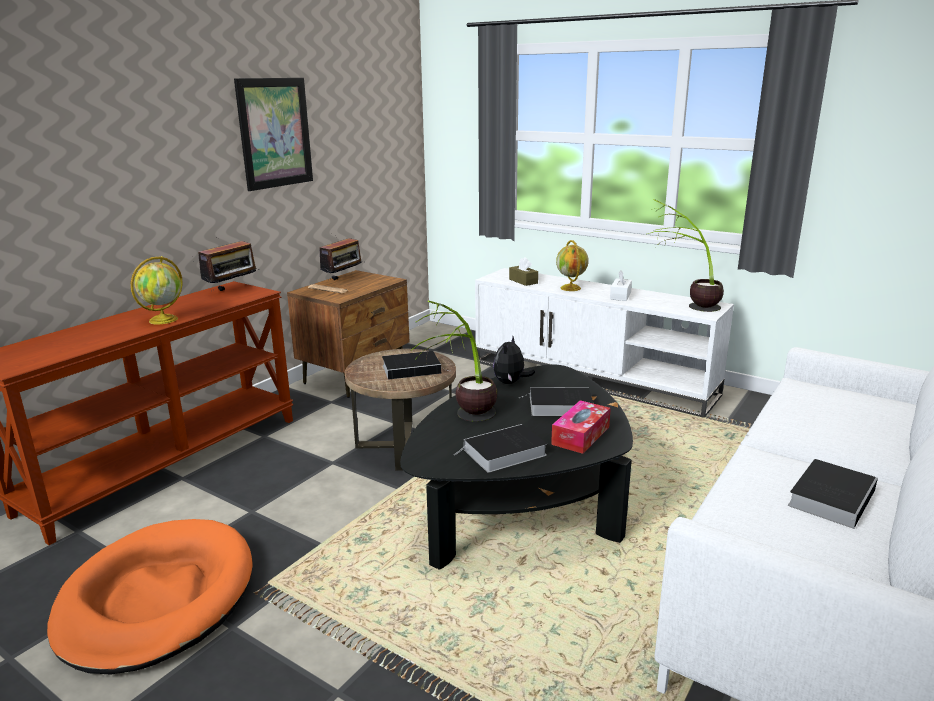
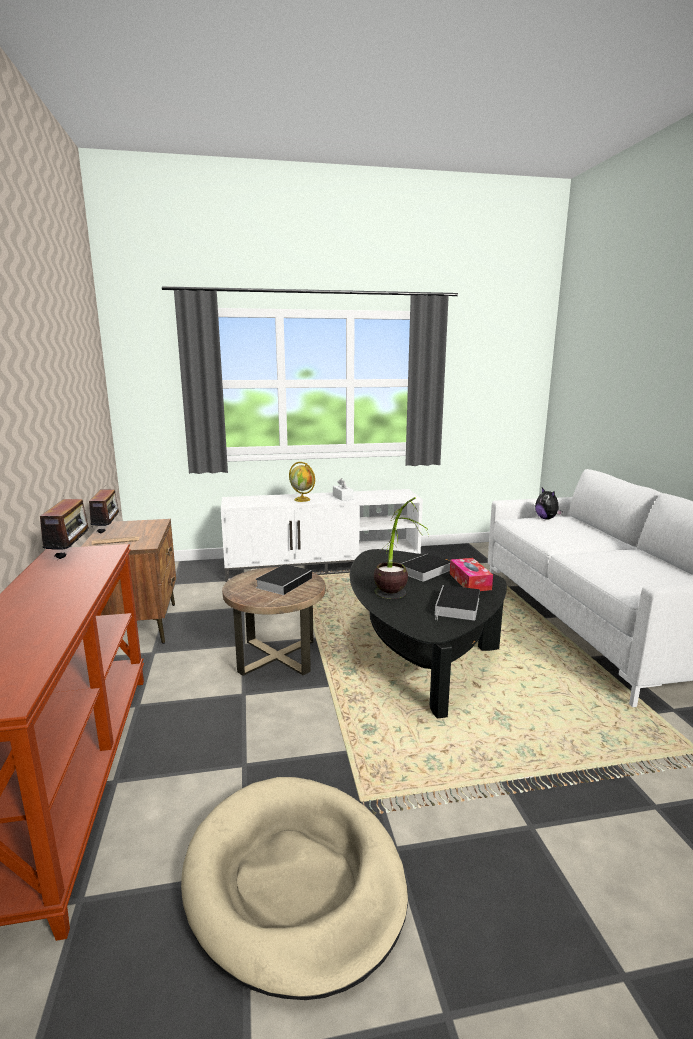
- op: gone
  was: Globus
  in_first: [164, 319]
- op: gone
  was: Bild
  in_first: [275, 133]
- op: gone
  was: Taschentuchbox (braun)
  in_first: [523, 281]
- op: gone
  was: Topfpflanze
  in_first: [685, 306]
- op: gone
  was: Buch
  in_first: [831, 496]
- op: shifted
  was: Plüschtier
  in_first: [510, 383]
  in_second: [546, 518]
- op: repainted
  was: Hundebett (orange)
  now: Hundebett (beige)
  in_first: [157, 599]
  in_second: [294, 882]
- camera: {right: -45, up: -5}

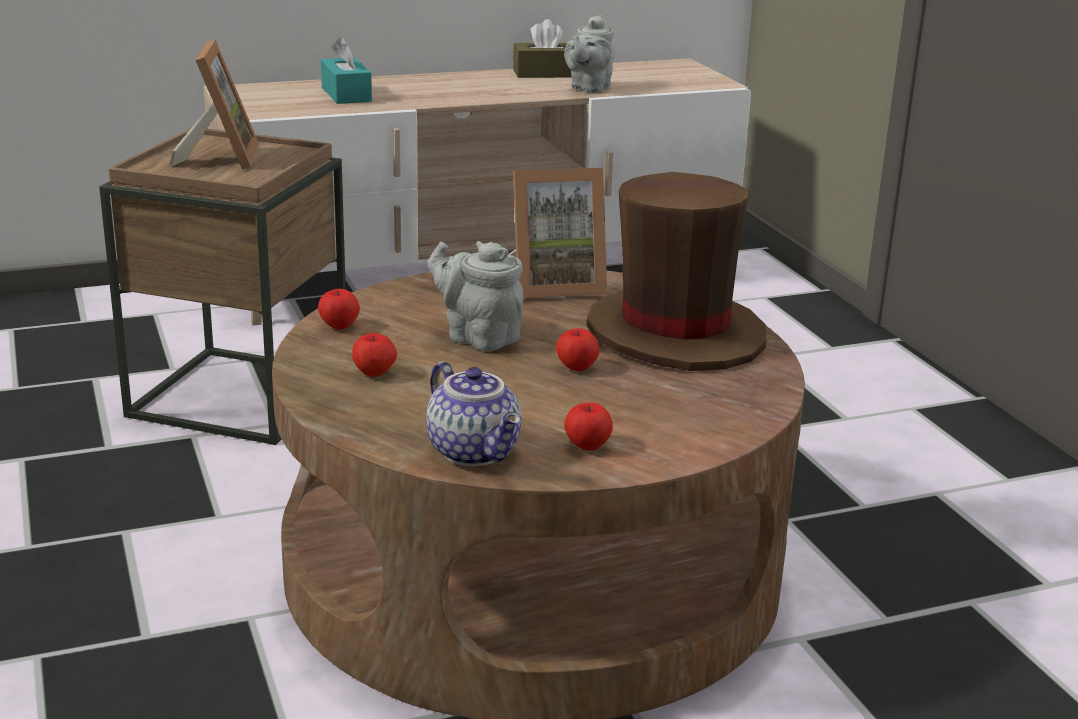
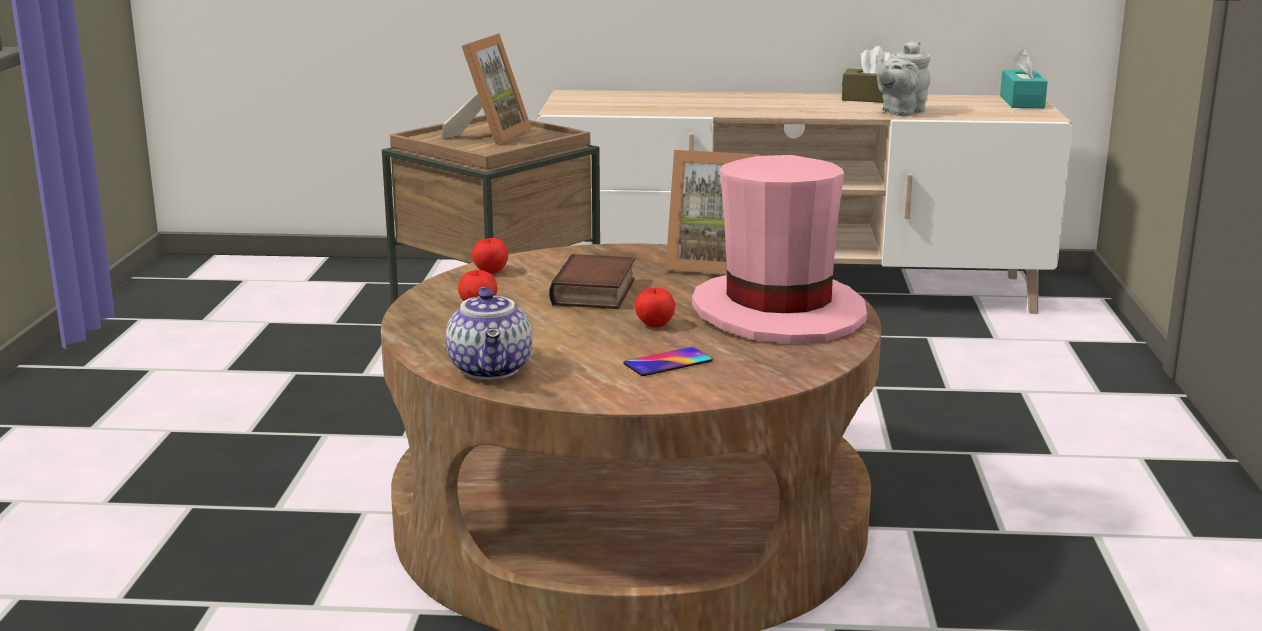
- op: gone
  was: Apfel
  in_first: [587, 445]
- op: new
  now: Handy
  in_second: [668, 363]
- op: shifted
  was: Taschentuchbox (türkis)
  in_first: [346, 94]
  in_second: [1022, 102]
- op: swapped
  was: Teekanne (grau)
  now: Buch
  in_first: [478, 337]
  in_second: [596, 293]
- op: repainted
  was: Hut (braun)
  now: Hut (rosa)
  in_first: [675, 334]
  in_second: [779, 312]
- camera: {right: 25, up: -5}

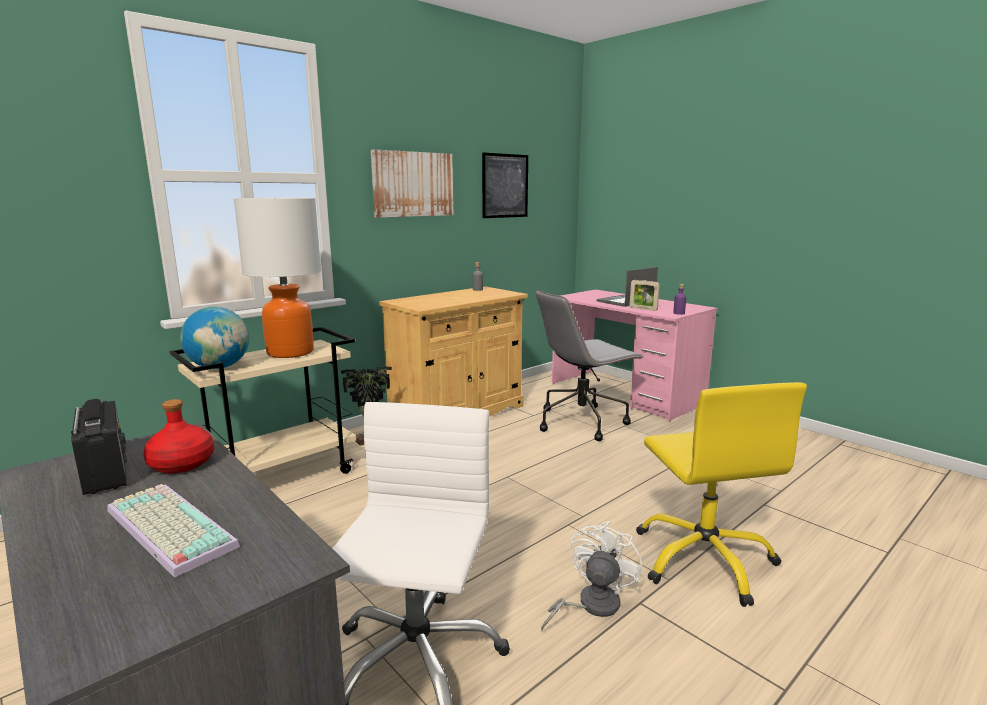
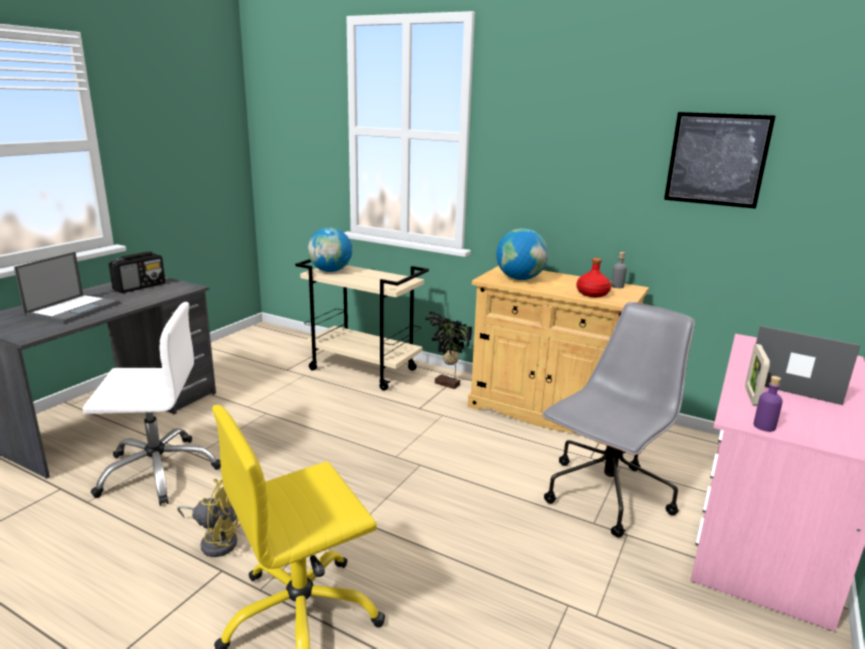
- op: gone
  was: Tischlampe
  in_first: [290, 352]
- op: gone
  was: Bild
  in_first: [413, 184]
- op: new
  now: Globus
  in_second: [520, 279]
- op: shifted
  was: Flasche (rot)
  in_first: [182, 464]
  in_second: [592, 294]
- op: swapped
  was: Tastatur
  now: Laptop
  in_first: [165, 528]
  in_second: [74, 309]
- op: repainted
  was: Ventilator (weiß)
  now: Ventilator (gelb)
  in_first: [590, 605]
  in_second: [216, 540]
- op: rotated
  was: Bürostuhl (grau)
  in_first: [582, 421]
  in_second: [606, 496]
  clockwise: 90
- camera: {right: 70, up: 5}

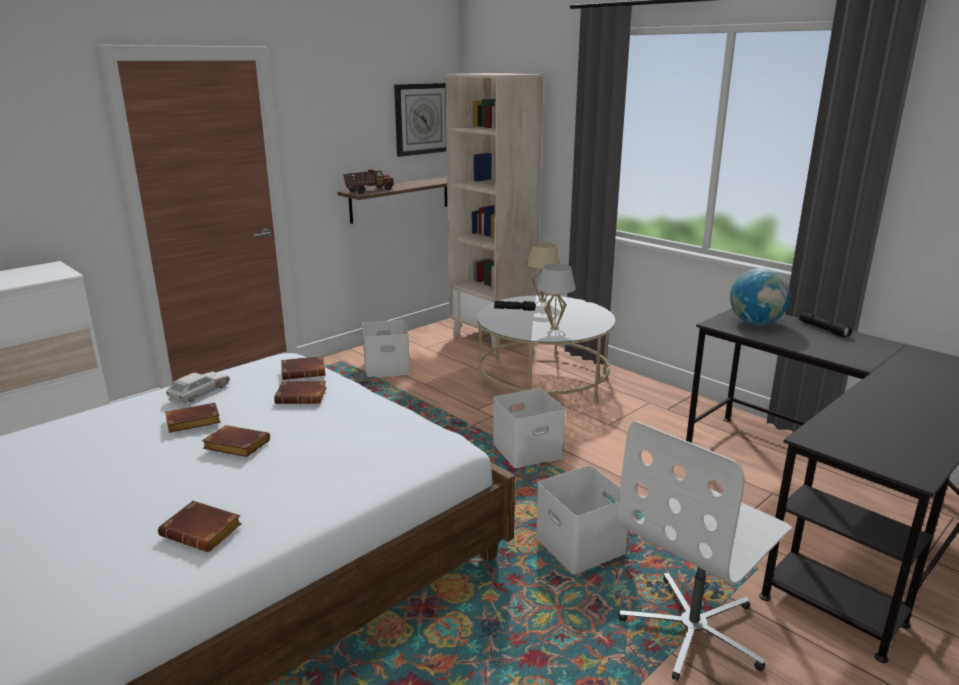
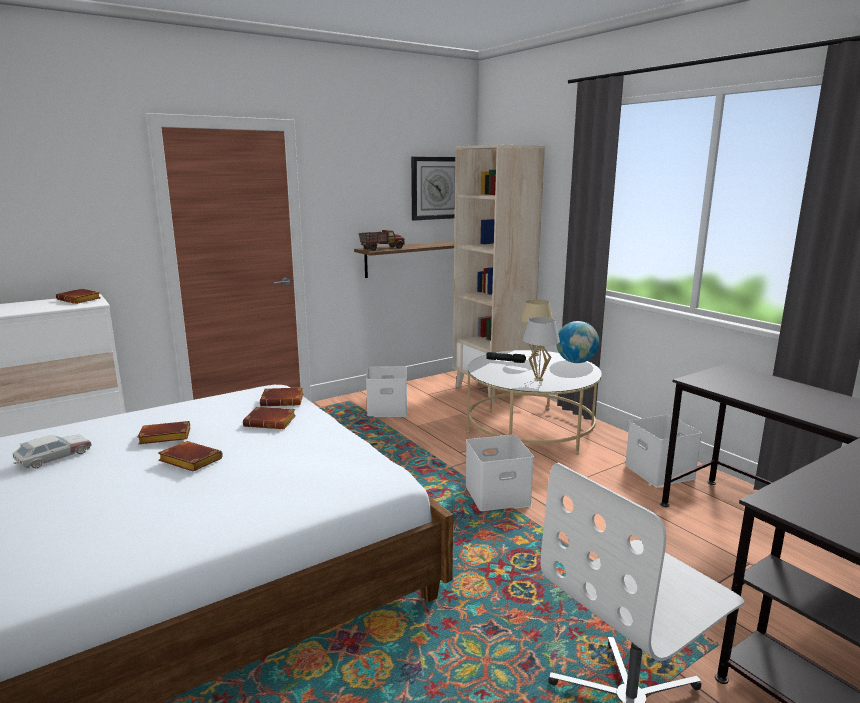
- op: gone
  was: Taschenlampe (schwarz)
  in_first: [824, 329]
- op: shifted
  was: Buch (braun)
  in_first: [204, 531]
  in_second: [81, 300]
- op: shifted
  was: Spielzeugauto
  in_first: [199, 393]
  in_second: [53, 457]
- op: shifted
  was: Aufbewahrungsbox (weiß)
  in_first: [578, 546]
  in_second: [657, 471]
- op: shifted
  was: Globus
  in_first: [755, 323]
  in_second: [576, 362]
- camera: {right: 10, up: -5}

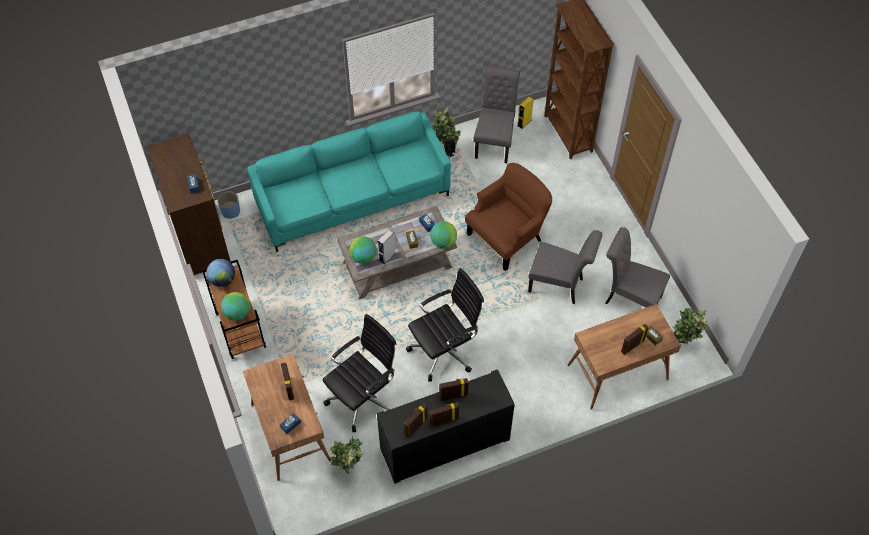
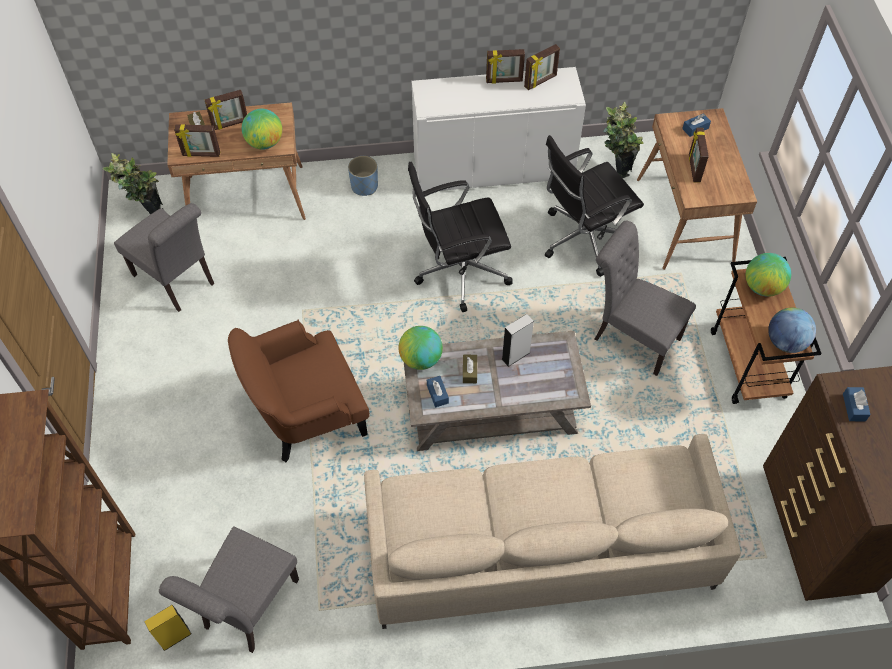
- op: gone
  was: Topfpflanze
  in_first: [446, 149]
- op: shifted
  was: Pflanzkübel (blau)
  in_first: [230, 211]
  in_second: [364, 186]
- op: shifted
  was: Globus
  in_first: [363, 257]
  in_second: [265, 143]
- op: shifted
  was: Bilderrahmen
  in_first: [453, 395]
  in_second: [201, 154]
- op: shifted
  was: Stuhl (grau)
  in_first: [559, 286]
  in_second: [631, 337]
- op: repainted
  was: Sofa (türkis)
  now: Sofa (beige)
  in_first: [352, 198]
  in_second: [539, 549]
- op: repainted
  was: Schrank (schwarz)
  now: Schrank (weiß)
  in_first: [445, 444]
  in_second: [493, 168]
- camera: {right: -165, up: 0}

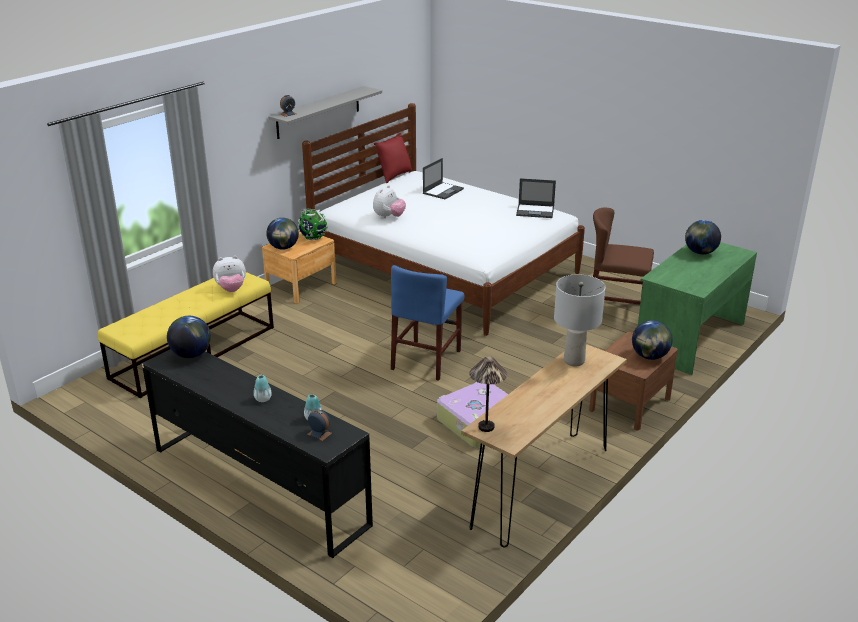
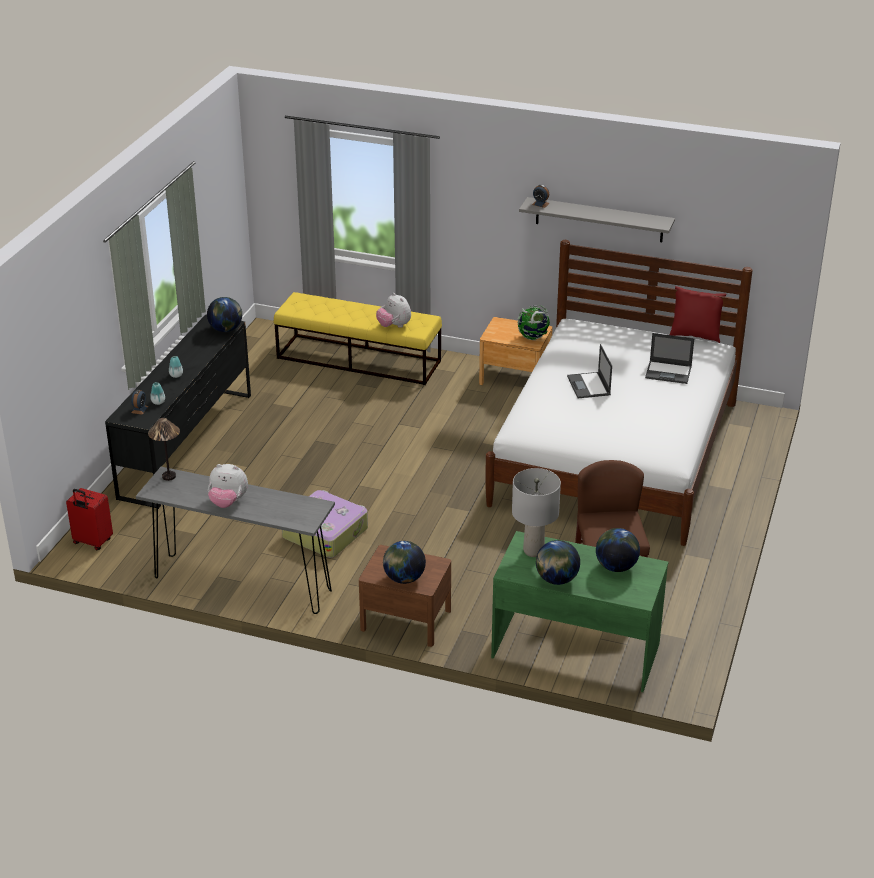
- op: gone
  was: Stuhl (blau)
  in_first: [426, 360]
- op: new
  now: Koffer (rot)
  in_second: [92, 542]
- op: shifted
  was: Globus
  in_first: [283, 248]
  in_second: [556, 579]
- op: shifted
  was: Plüschtier
  in_first: [389, 217]
  in_second: [228, 502]
- op: shifted
  was: Laptop
  in_first: [535, 211]
  in_second: [589, 386]
- op: shifted
  was: Tischlampe (grau)
  in_first: [574, 361]
  in_second: [533, 551]
- op: repainted
  was: Konsolentisch (braun)
  now: Konsolentisch (grau)
  in_first: [542, 487]
  in_second: [242, 584]
- camera: {right: 70, up: 5}

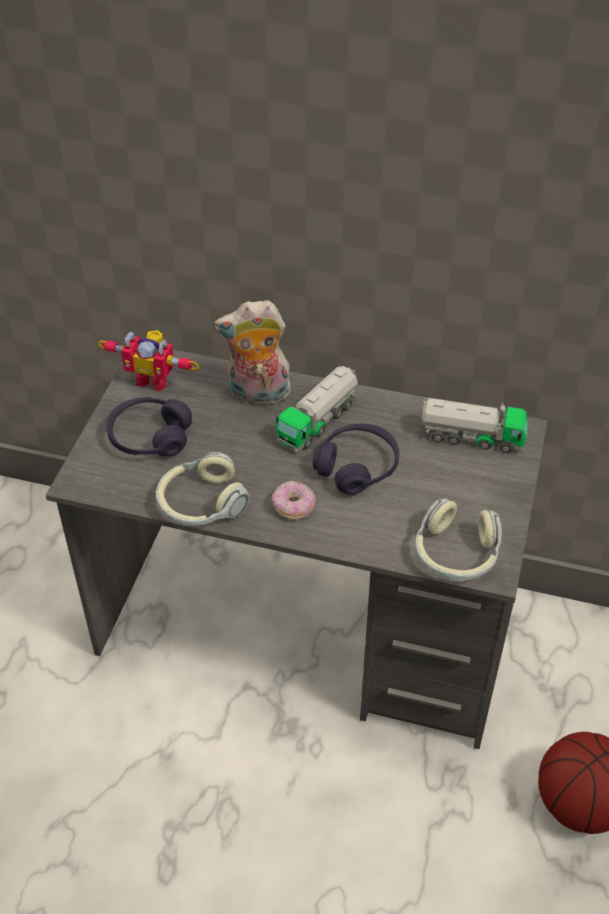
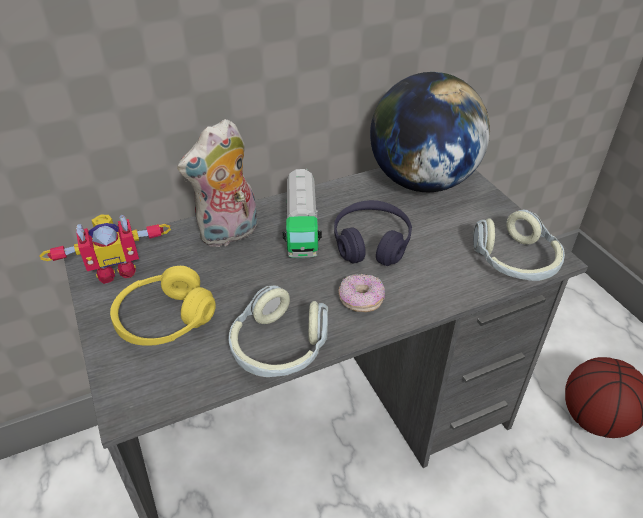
- op: swapped
  was: Spielzeuglaster
  now: Globus
  in_first: [471, 437]
  in_second: [422, 182]
- op: repainted
  was: Kopfhörer (lila)
  now: Kopfhörer (gelb)
  in_first: [150, 437]
  in_second: [165, 320]
- camera: {right: -40, up: -5}

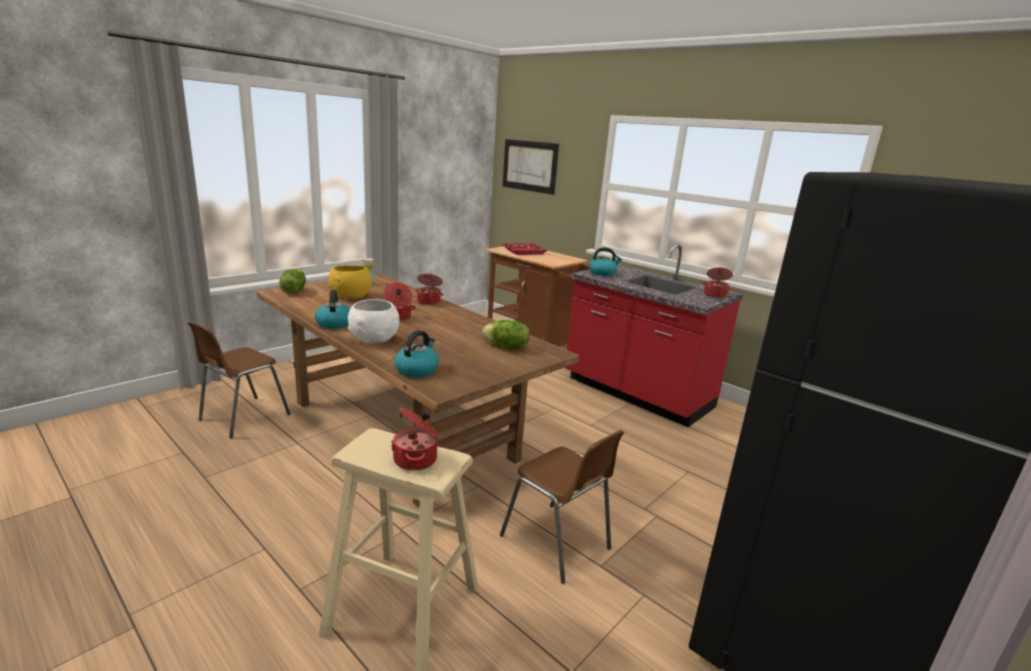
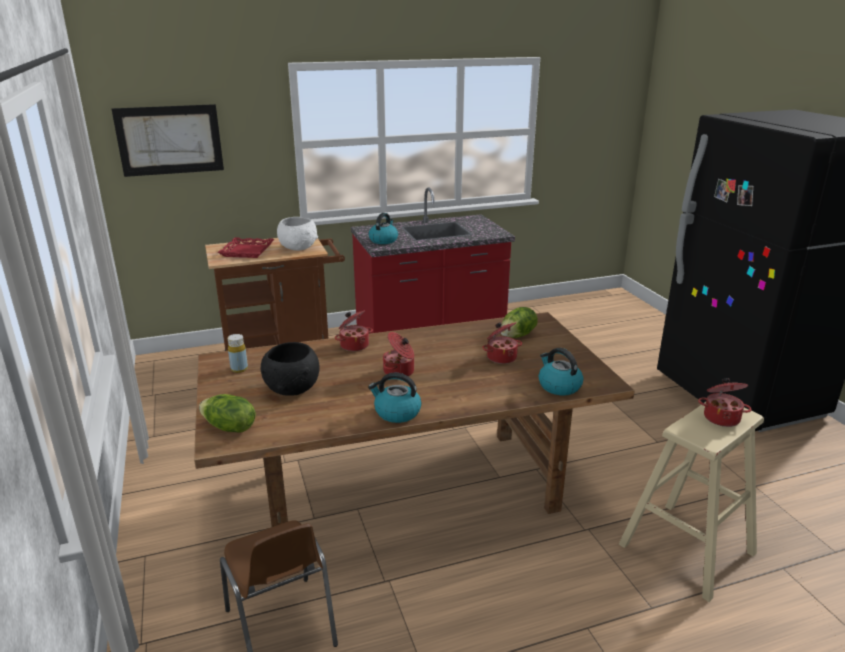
- op: gone
  was: Stuhl (braun)
  in_first: [557, 543]
- op: shifted
  was: Schüssel (weiß)
  in_first: [375, 340]
  in_second: [299, 248]
- op: shifted
  was: Kochtopf
  in_first: [715, 295]
  in_second: [501, 357]
- op: repainted
  was: Schüssel (gelb)
  now: Schüssel (schwarz)
  in_first: [350, 297]
  in_second: [292, 389]
- camera: {right: -60, up: 5}

